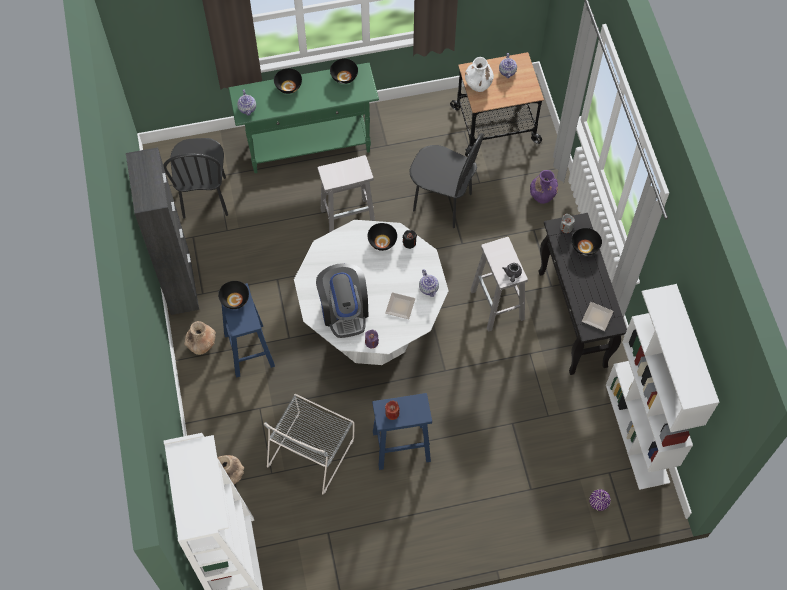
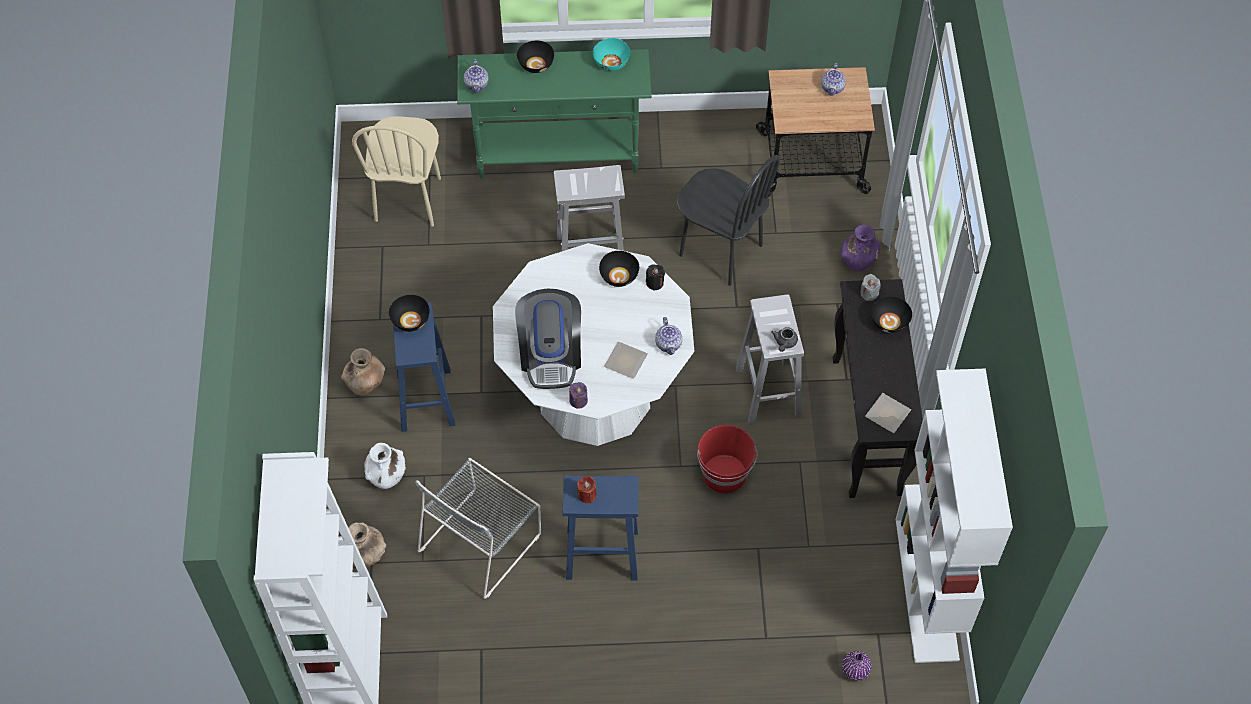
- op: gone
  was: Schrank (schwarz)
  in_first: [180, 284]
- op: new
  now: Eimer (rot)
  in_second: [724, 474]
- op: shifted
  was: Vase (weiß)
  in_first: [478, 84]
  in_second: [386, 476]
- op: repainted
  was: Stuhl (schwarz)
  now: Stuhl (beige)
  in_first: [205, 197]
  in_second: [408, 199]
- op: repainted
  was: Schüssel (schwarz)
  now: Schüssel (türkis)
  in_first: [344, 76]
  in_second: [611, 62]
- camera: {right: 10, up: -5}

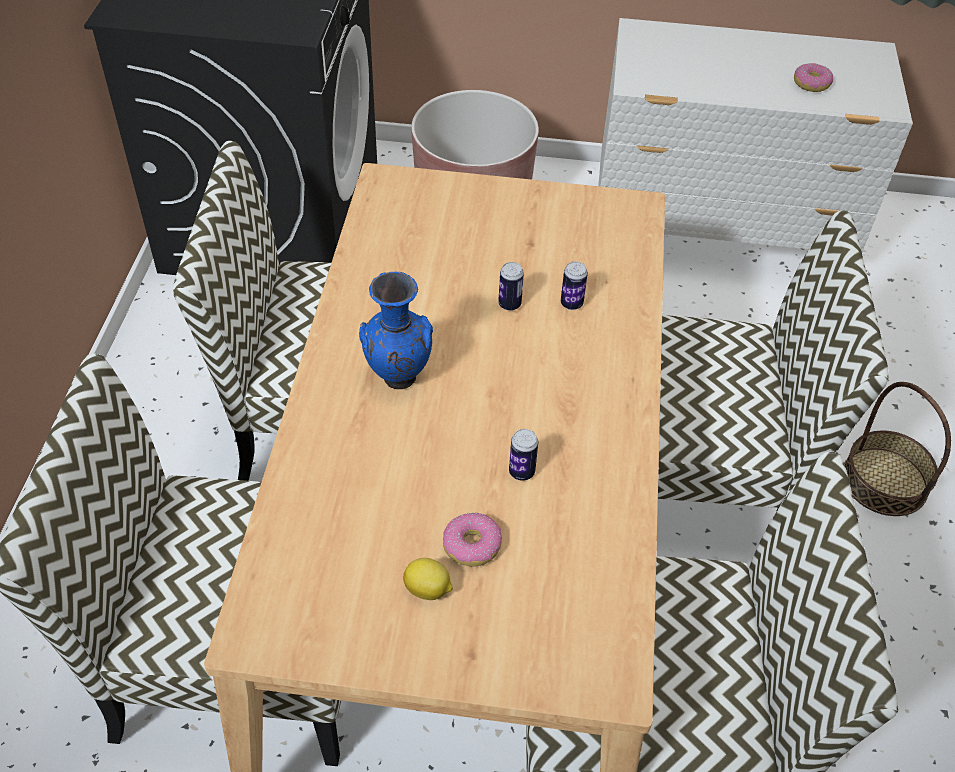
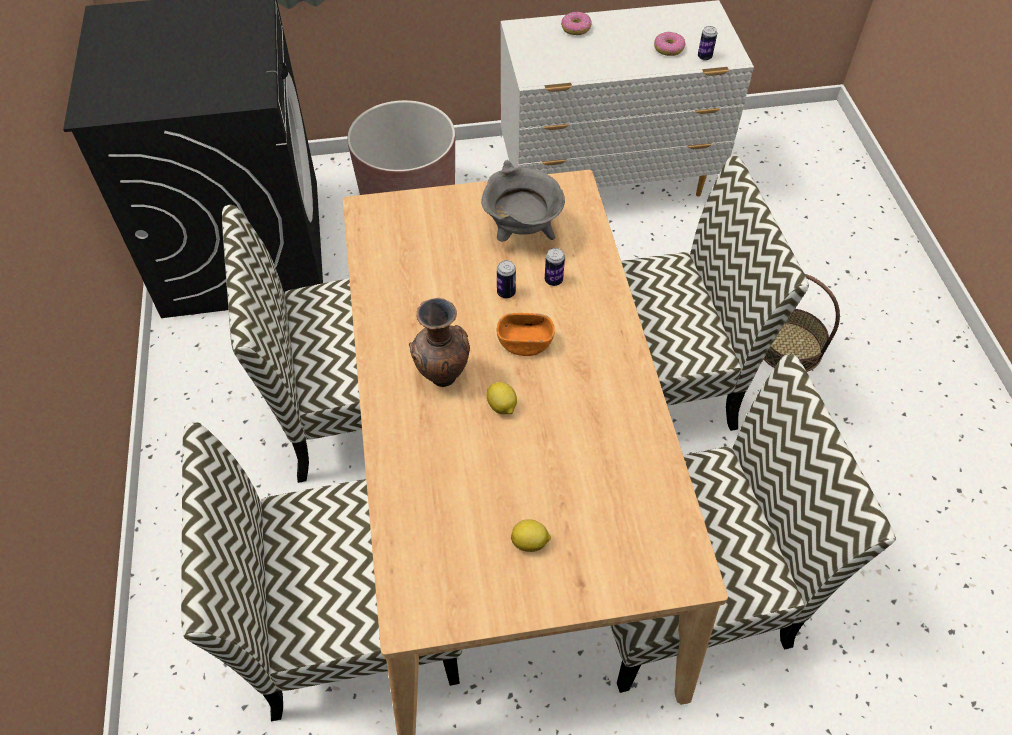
- op: new
  now: Kochtopf (grau)
  in_second: [522, 234]
- op: new
  now: Zitrone
  in_second: [502, 407]
- op: new
  now: Schüssel (orange)
  in_second: [525, 343]
- op: shifted
  was: Donut
  in_first: [472, 545]
  in_second: [576, 28]
- op: shifted
  was: Dose
  in_first: [521, 472]
  in_second: [704, 57]
- op: repainted
  was: Vase (blau)
  now: Vase (braun)
  in_first: [397, 380]
  in_second: [442, 379]
- camera: {right: -15, up: 5}

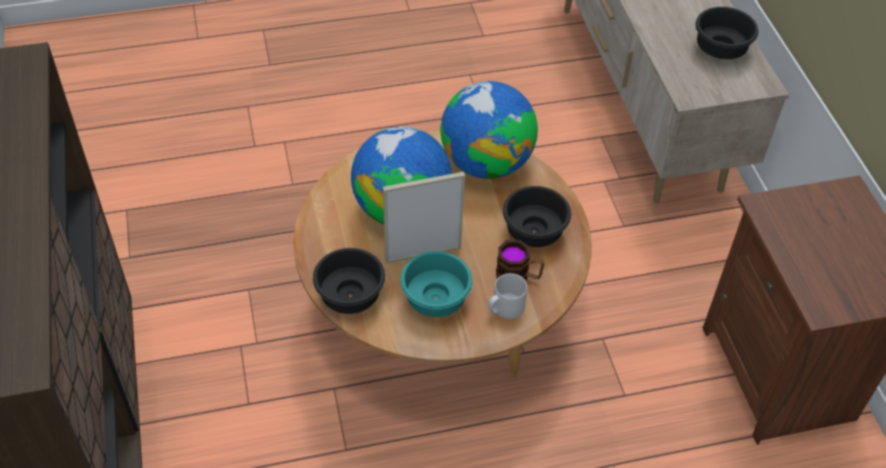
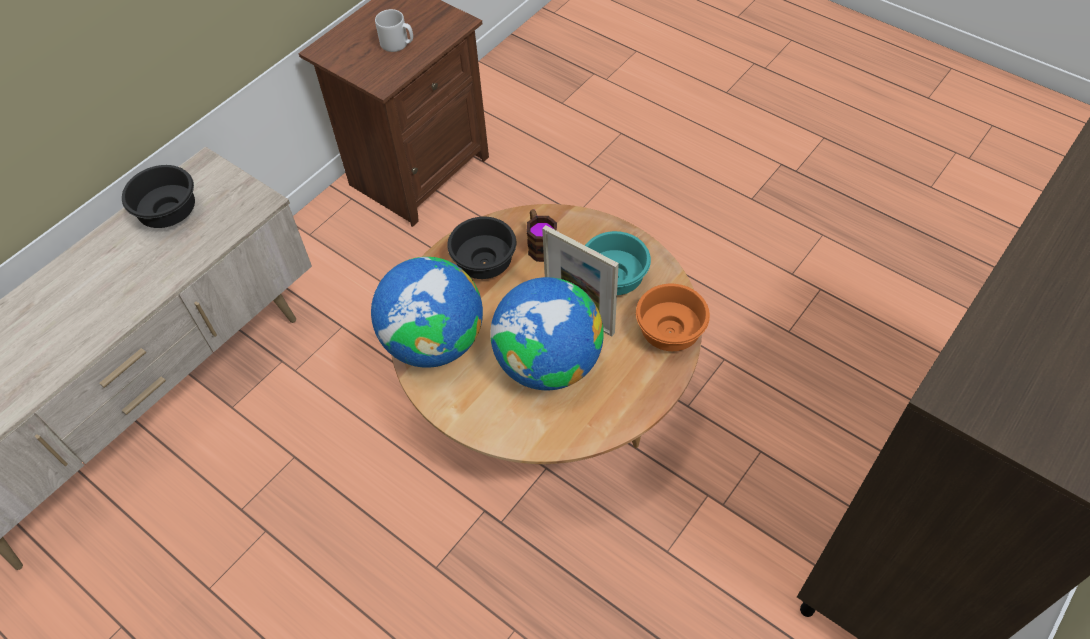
- op: shifted
  was: Henkelbecher (grau)
  in_first: [505, 308]
  in_second: [398, 44]
- op: repainted
  was: Schüssel (schwarz)
  now: Schüssel (orange)
  in_first: [350, 298]
  in_second: [671, 330]
- camera: {right: -125, up: 5}

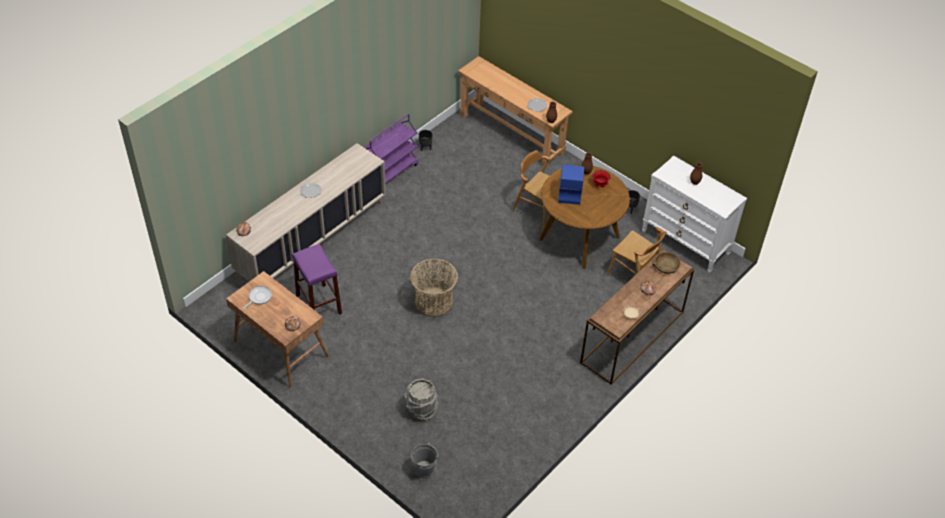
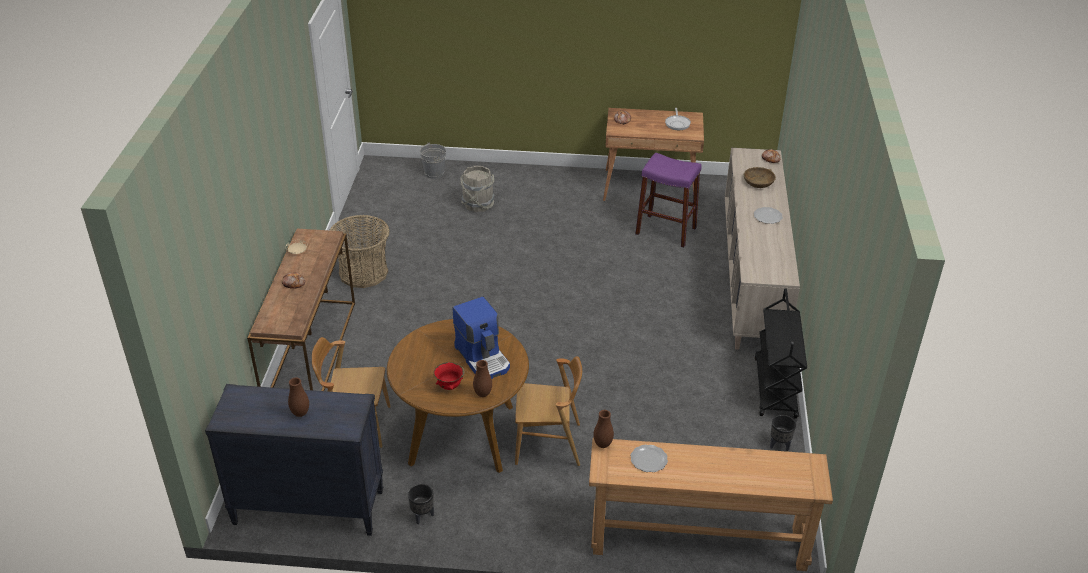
- op: shifted
  was: Korb
  in_first: [433, 302]
  in_second: [363, 272]
- op: shifted
  was: Schüssel (braun)
  in_first: [666, 266]
  in_second: [758, 182]
- op: repainted
  was: Rollwagen (lila)
  now: Rollwagen (schwarz)
  in_first: [390, 172]
  in_second: [775, 389]
- op: repainted
  was: Kommode (weiß)
  now: Kommode (schwarz)
  in_first: [685, 242]
  in_second: [308, 508]
- camera: {right: 145, up: -10}

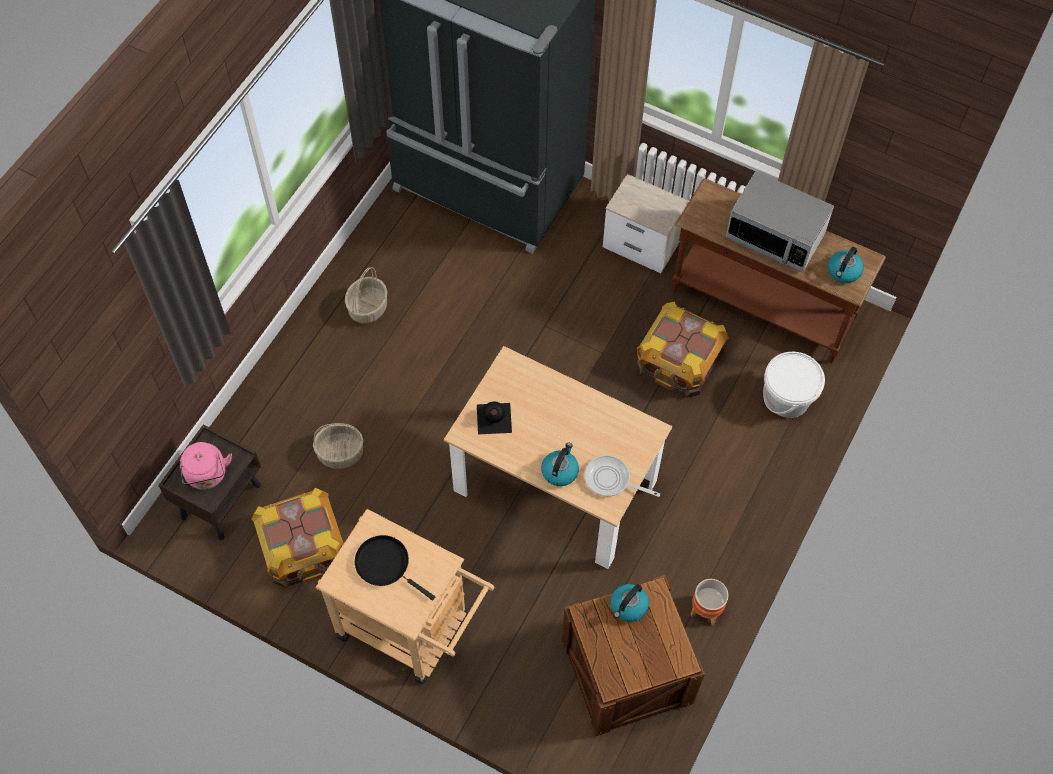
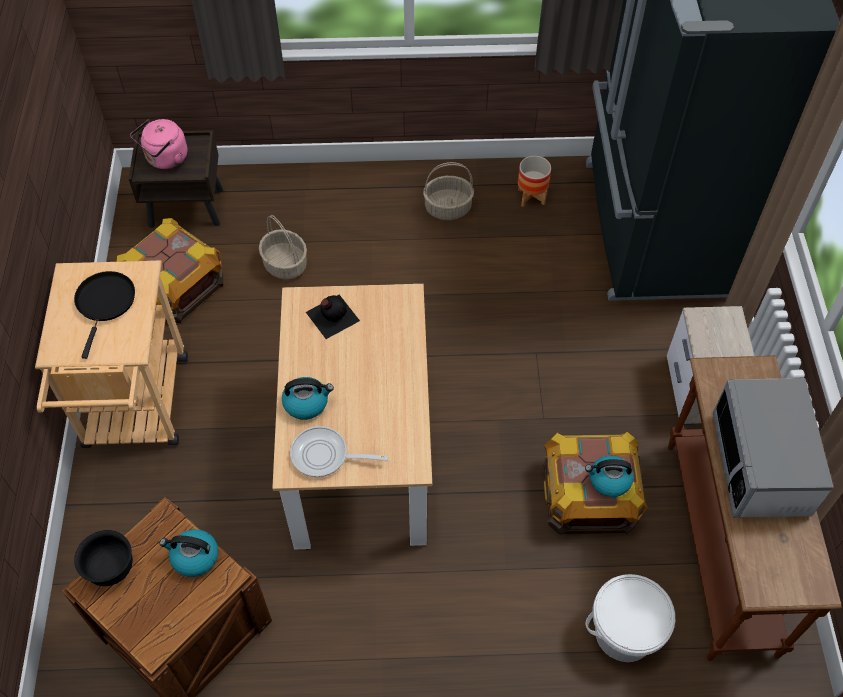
- op: new
  now: Schüssel (schwarz)
  in_second: [111, 568]
- op: shifted
  was: Pflanzkübel
  in_first: [706, 610]
  in_second: [531, 197]
- op: shifted
  was: Wasserkessel
  in_first: [843, 272]
  in_second: [608, 481]
- op: rotated
  was: Pfanne
  in_first: [611, 480]
  in_second: [325, 456]
  clockwise: -75
- camera: {right: 60, up: -5}

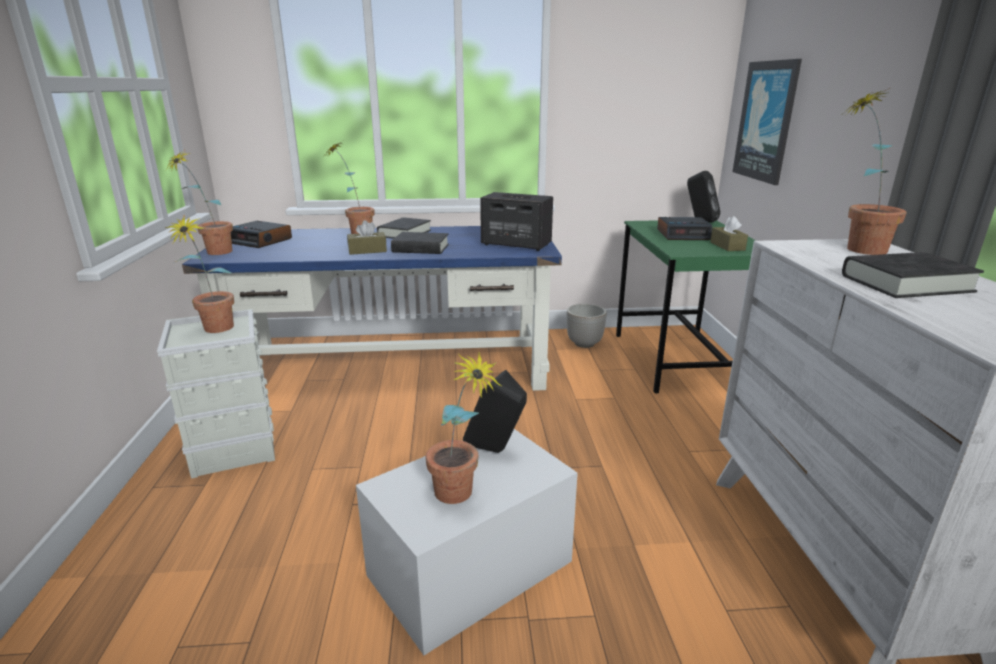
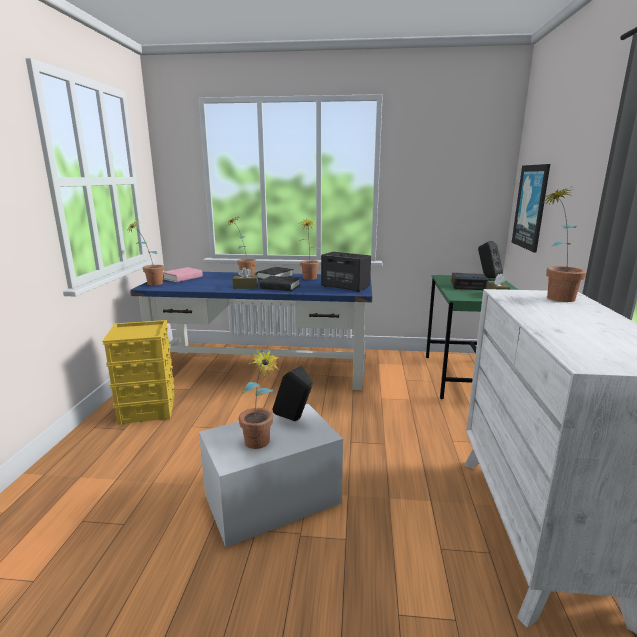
- op: gone
  was: Pflanzkübel
  in_first: [584, 343]
- op: gone
  was: Buch (schwarz)
  in_first: [905, 283]
- op: shifted
  was: Topfpflanze
  in_first: [215, 331]
  in_second: [309, 279]
- op: swapped
  was: Wecker
  now: Buch (rosa)
  in_first: [261, 240]
  in_second: [183, 278]
- op: repainted
  was: Aufbewahrungsbox (grau)
  now: Aufbewahrungsbox (gelb)
  in_first: [235, 447]
  in_second: [148, 409]
- camera: {right: 10, up: -5}

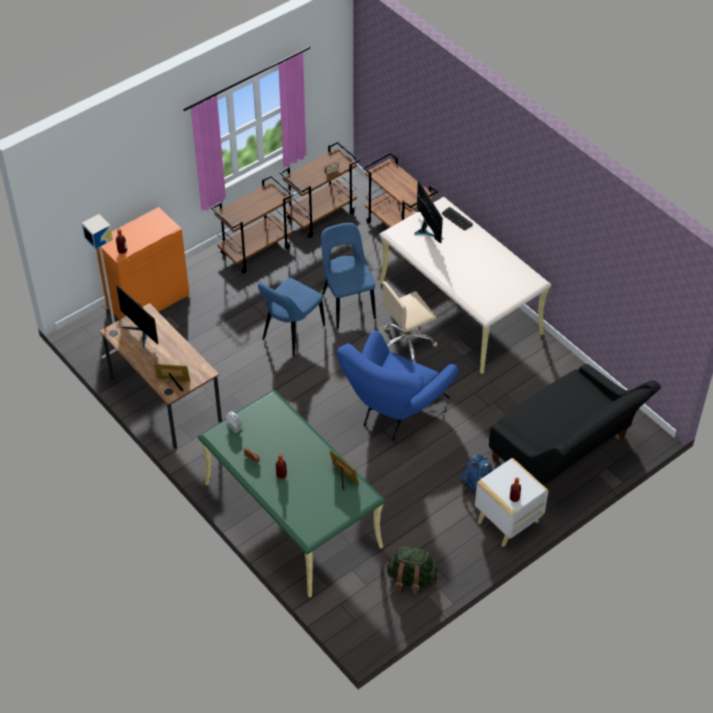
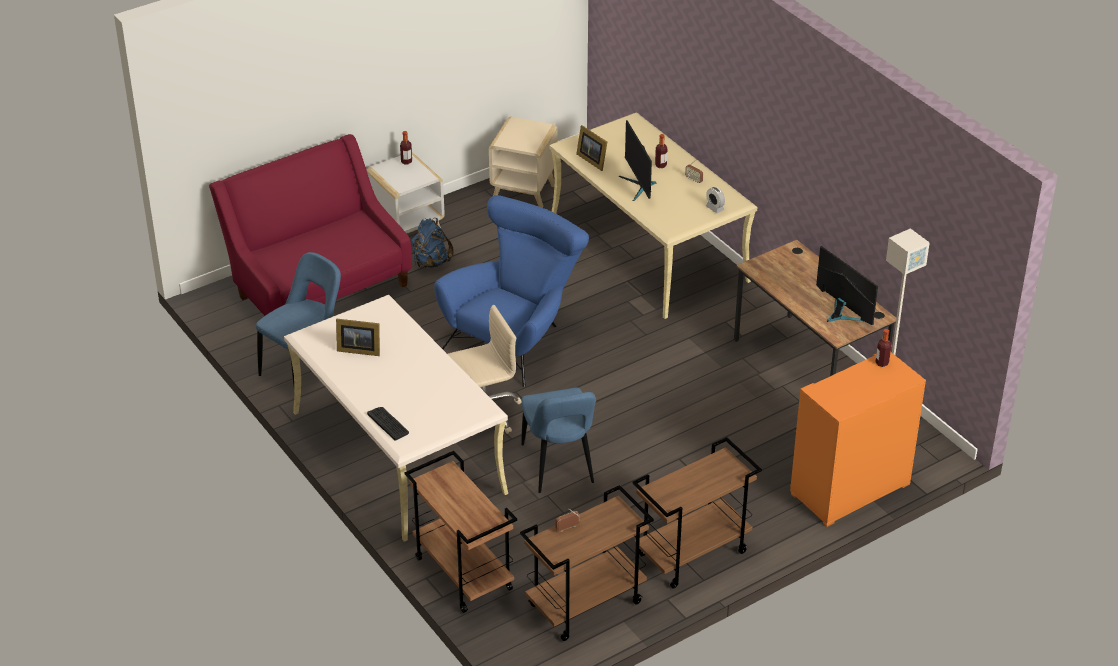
- op: shifted
  was: Bilderrahmen
  in_first: [174, 382]
  in_second: [358, 349]
- op: shifted
  was: Stuhl (blau)
  in_first: [291, 334]
  in_second: [306, 369]
- op: shifted
  was: Monitor
  in_first: [427, 230]
  in_second: [639, 186]
- op: swapped
  was: Rucksack (grün)
  now: Beistelltisch (beige)
  in_first: [411, 580]
  in_second: [525, 192]
- op: repainted
  was: Schreibtisch (grün)
  now: Schreibtisch (beige)
  in_first: [291, 514]
  in_second: [649, 249]
- op: repainted
  was: Sofa (schwarz)
  now: Sofa (rot)
  in_first: [565, 452]
  in_second: [318, 286]
- camera: {right: -175, up: -10}

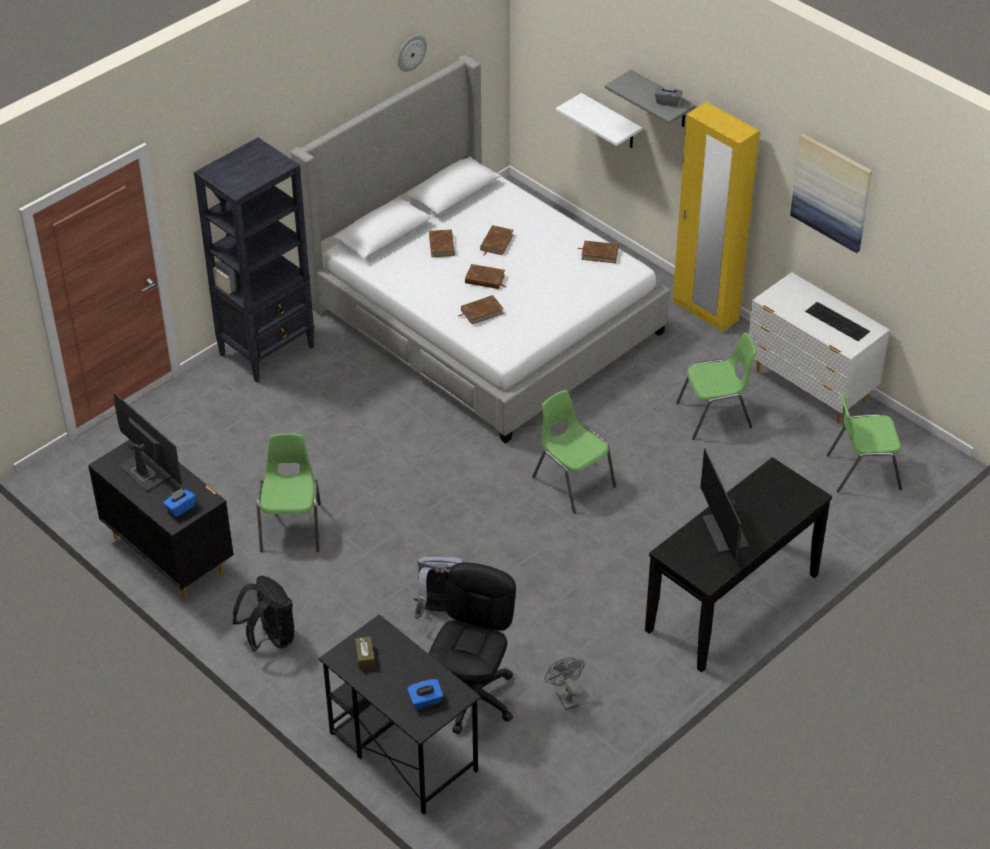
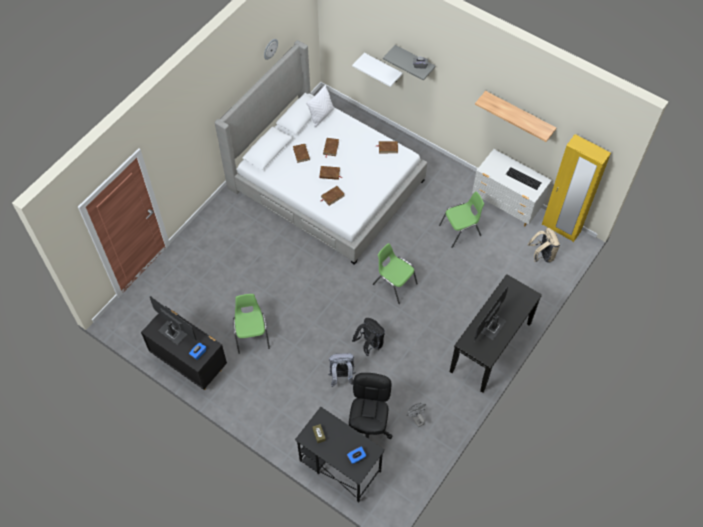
- op: gone
  was: Bücherregal (schwarz)
  in_first: [268, 350]
- op: new
  now: Kissen (weiß)
  in_second: [321, 116]
- op: shifted
  was: Rucksack (schwarz)
  in_first: [269, 638]
  in_second: [369, 344]
- op: shifted
  was: Kleiderschrank (gelb)
  in_first: [705, 311]
  in_second: [560, 228]
- op: swapped
  was: Bild
  now: Wandregal
  in_first: [832, 192]
  in_second: [519, 114]
- op: swapped
  was: Stuhl (grün)
  now: Rucksack (beige)
  in_first: [862, 471]
  in_second: [542, 255]
- op: rotated
  was: Monitor
  in_first: [726, 533]
  in_second: [491, 327]
  clockwise: 60
- camera: {right: -10, up: 15}

